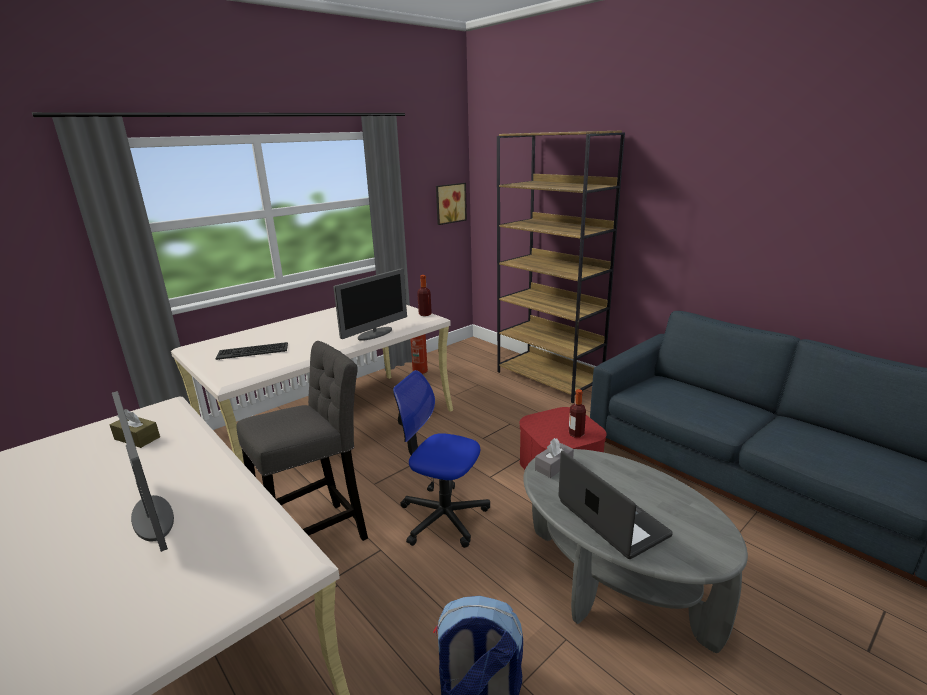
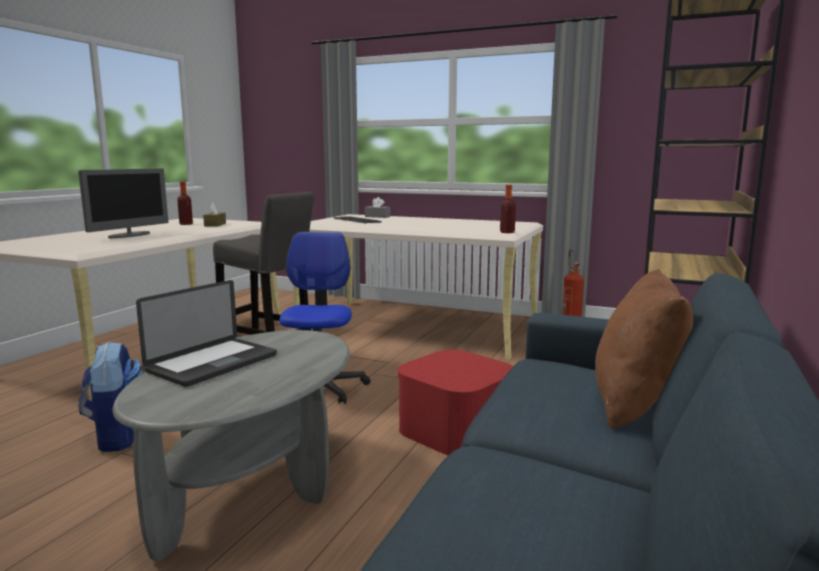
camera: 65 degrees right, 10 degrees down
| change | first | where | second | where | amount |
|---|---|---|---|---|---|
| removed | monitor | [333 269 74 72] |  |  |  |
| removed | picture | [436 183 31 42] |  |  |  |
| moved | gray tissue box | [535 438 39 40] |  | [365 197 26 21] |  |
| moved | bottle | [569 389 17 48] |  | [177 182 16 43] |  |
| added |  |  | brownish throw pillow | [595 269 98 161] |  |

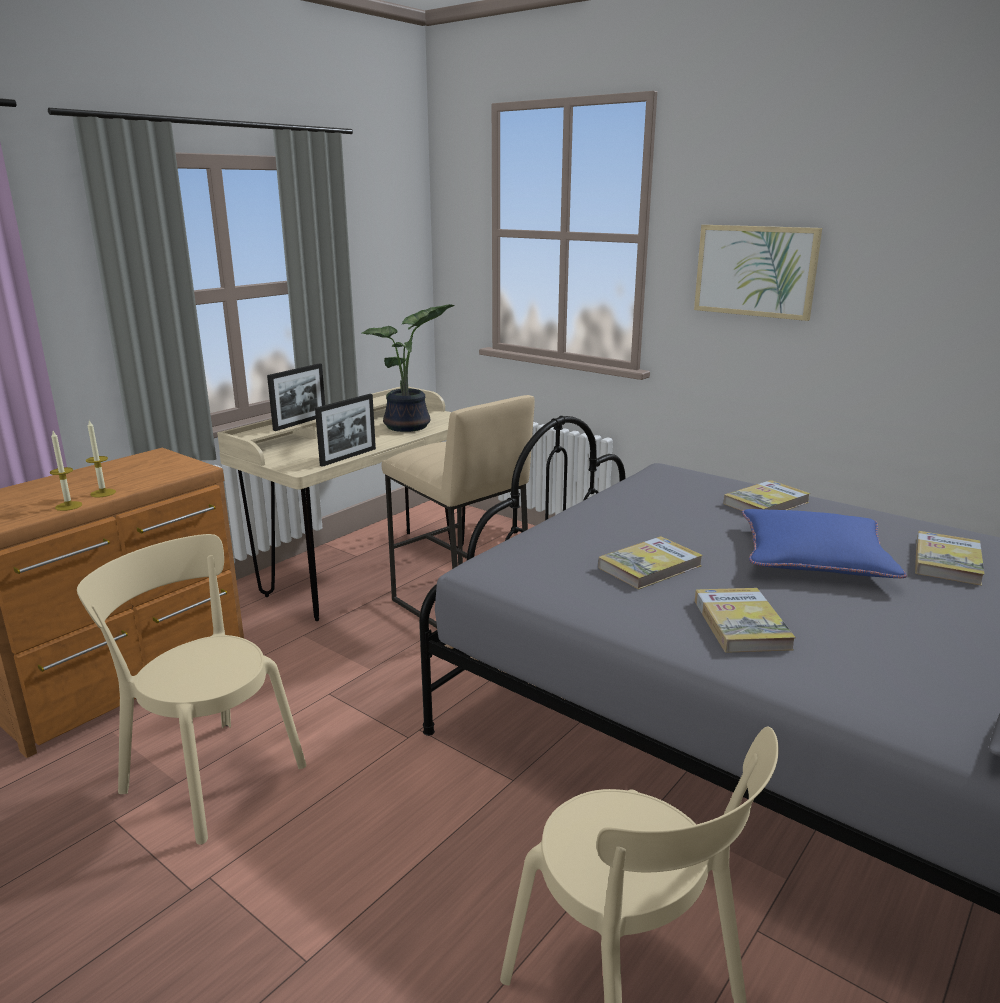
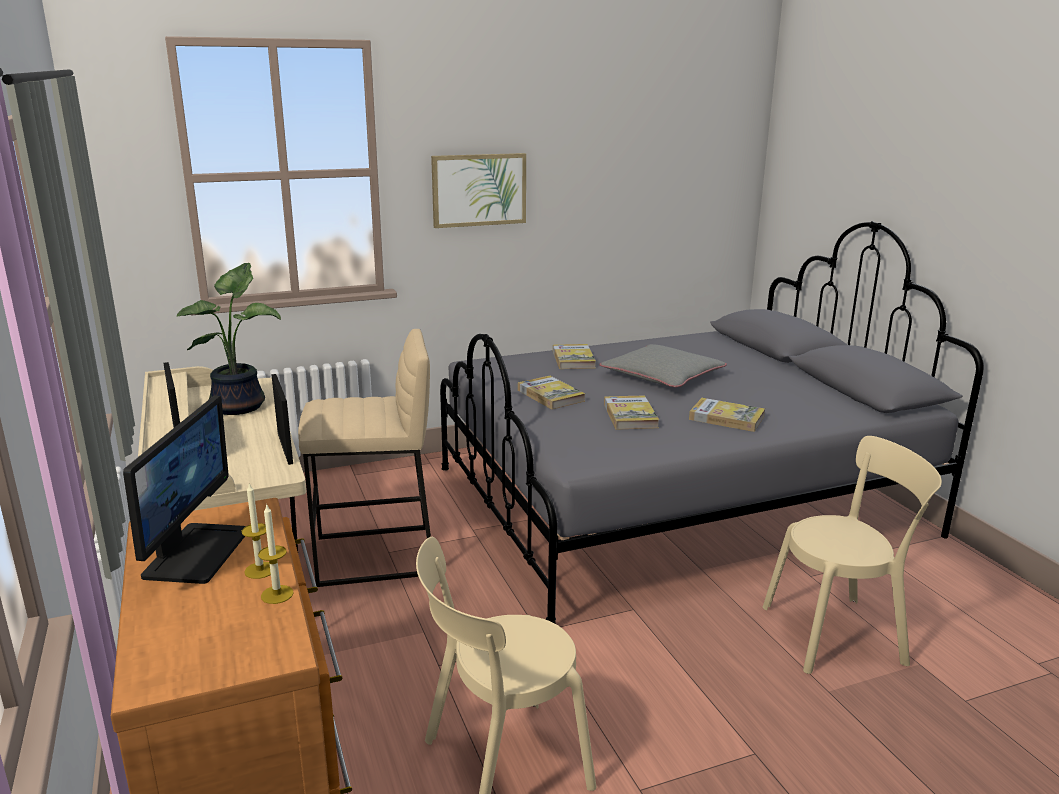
camera: 60 degrees left, 0 degrees up
| change | first | where | second | where | amount |
|---|---|---|---|---|---|
| recoloured | blue throw pillow | [742 509 165 69] | gray throw pillow | [599 344 128 43] |  |
| moved | book | [915 531 70 55] |  | [518 376 67 33] |  |
| added |  |  | monitor | [123 396 123 188] |  |

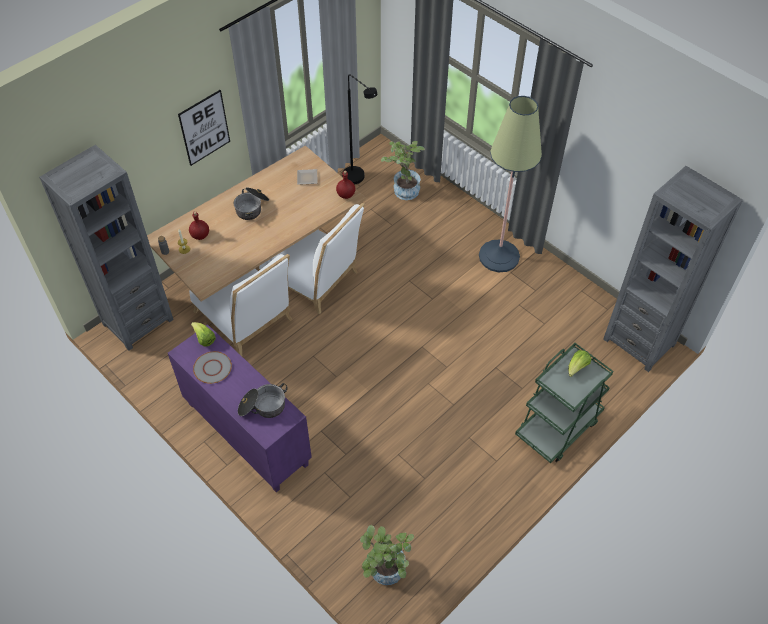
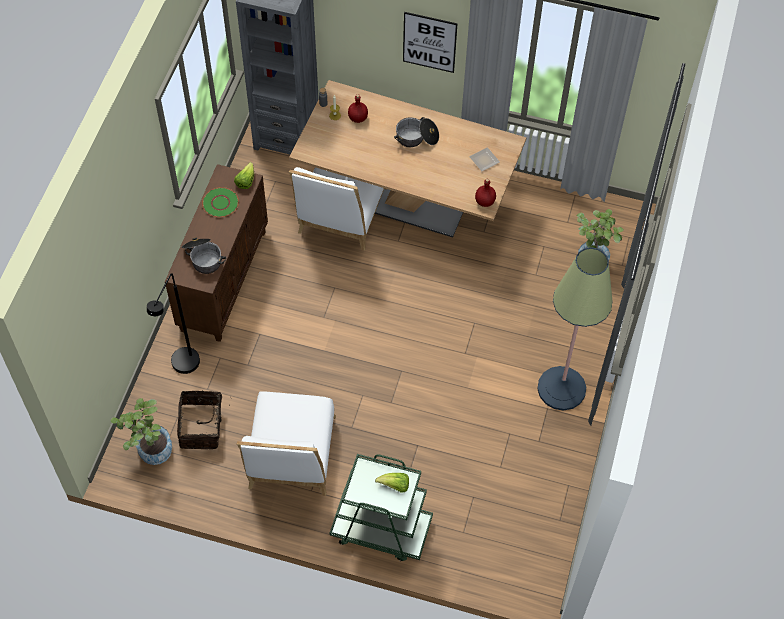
camera: 60 degrees right, 5 degrees up
| change | first | where | second | where | amount |
|---|---|---|---|---|---|
| recoloured | purplish cupboard | [168 324 144 168] | brownish cupboard | [165 164 103 178] |  |
| recoloured | gray flat dish | [193 351 39 33] | greenish flat dish | [202 187 37 30] |  |
| moved | white upright chair | [259 203 106 111] |  | [237 391 99 105] |  |
| moved | blackish standard lamp | [342 74 35 110] |  | [147 273 53 101] |  |
| removed | gray shelving unit | [603 166 140 206] |  |  |  |
| added |  |  | storage basket | [177 390 53 59] |  |

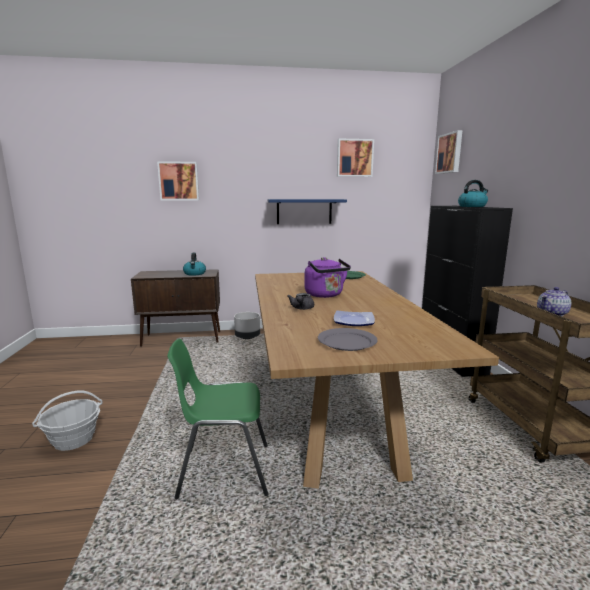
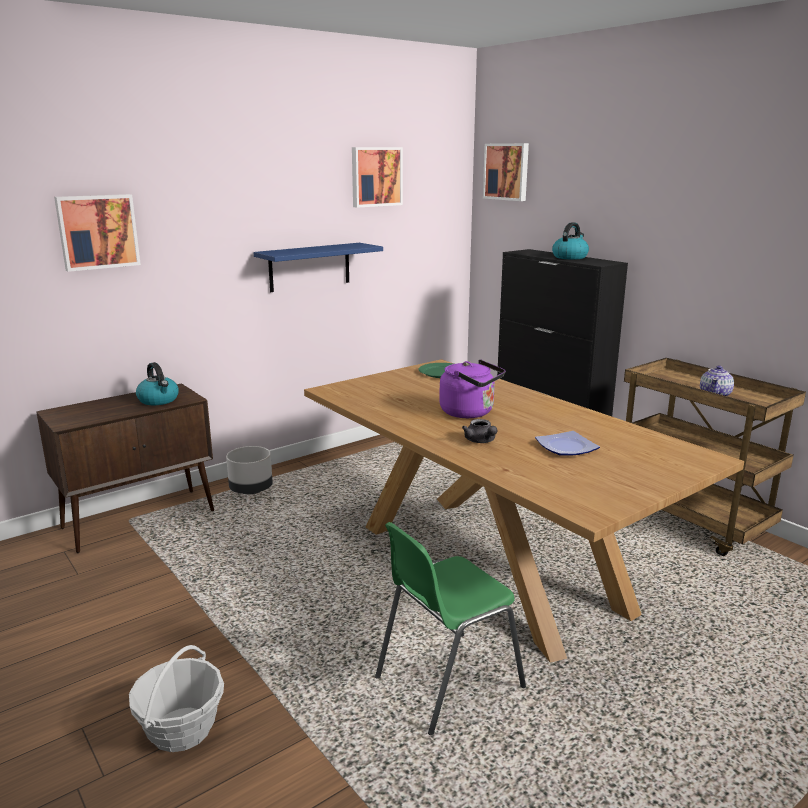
camera: 30 degrees left, 5 degrees up
| change | first | where | second | where | amount |
|---|---|---|---|---|---|
| removed | gray flat dish | [318 328 60 23] |  |  |  |

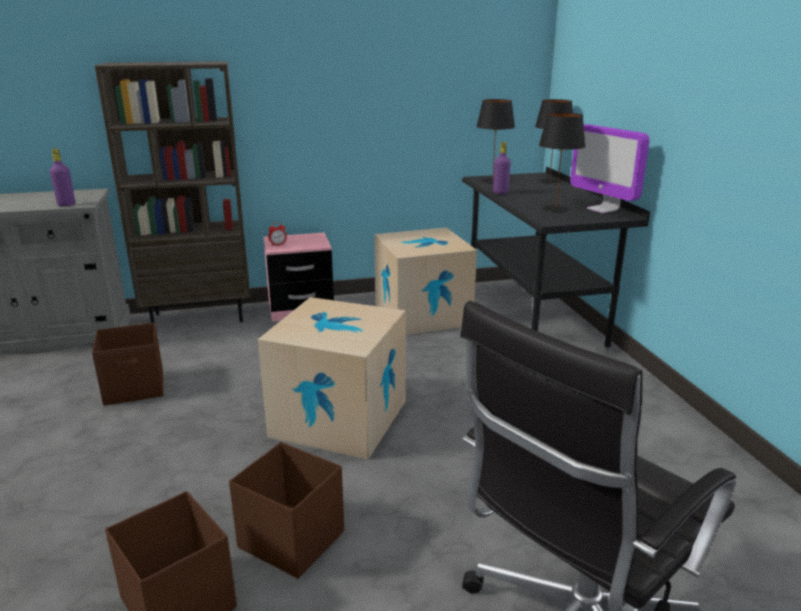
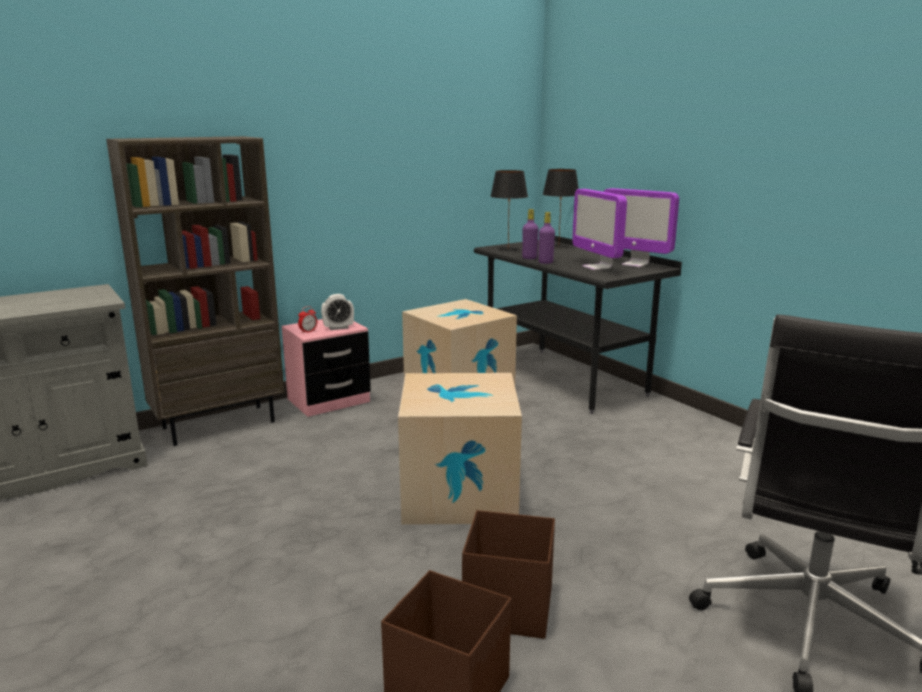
camera: 20 degrees left, 5 degrees down
| change | first | where | second | where | amount |
|---|---|---|---|---|---|
| moved | purplish bottle | [50 149 25 57] |  | [539 212 16 52] |  |
| removed | brownish storage container | [92 322 71 84] |  |  |  |
| replaced | blackish table lamp | [539 113 47 100] | monitor | [572 189 55 81] |  |
| added |  |  | alarm clock | [321 294 33 36] |  |

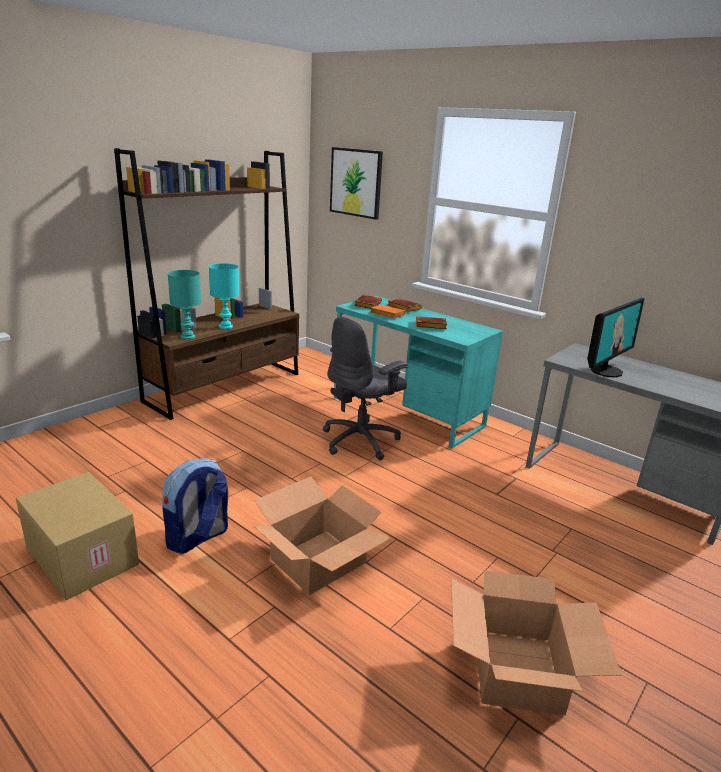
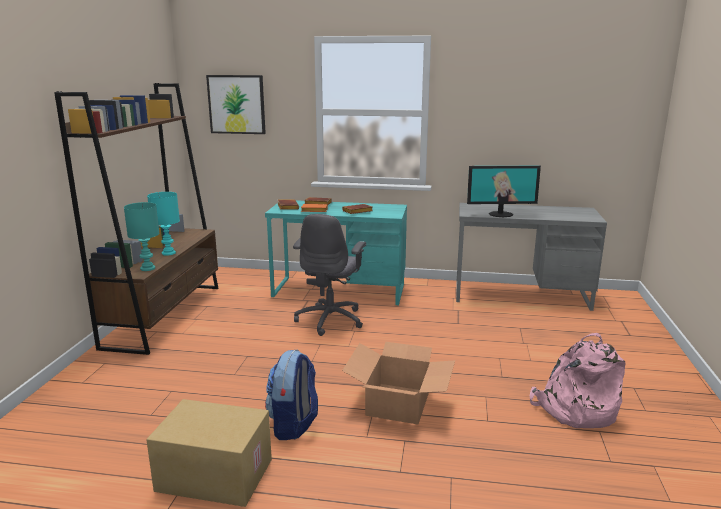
camera: 30 degrees left, 5 degrees down
| change | first | where | second | where | amount |
|---|---|---|---|---|---|
| replaced | cardboard box | [451 570 170 145] | pink rucksack | [530 333 96 95] |  |
| turned | monitor | [587 298 58 80] |  | [467 166 74 51] | 75 degrees clockwise |

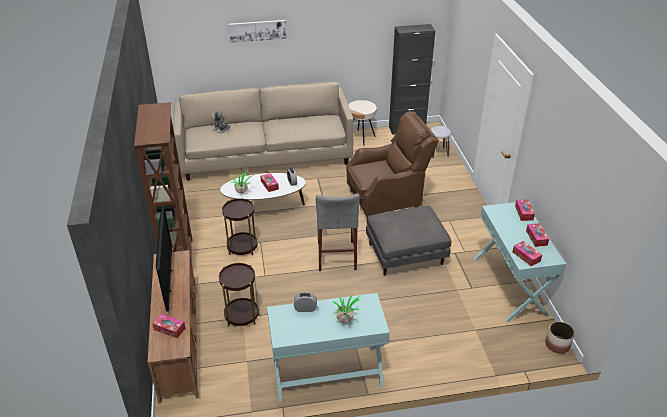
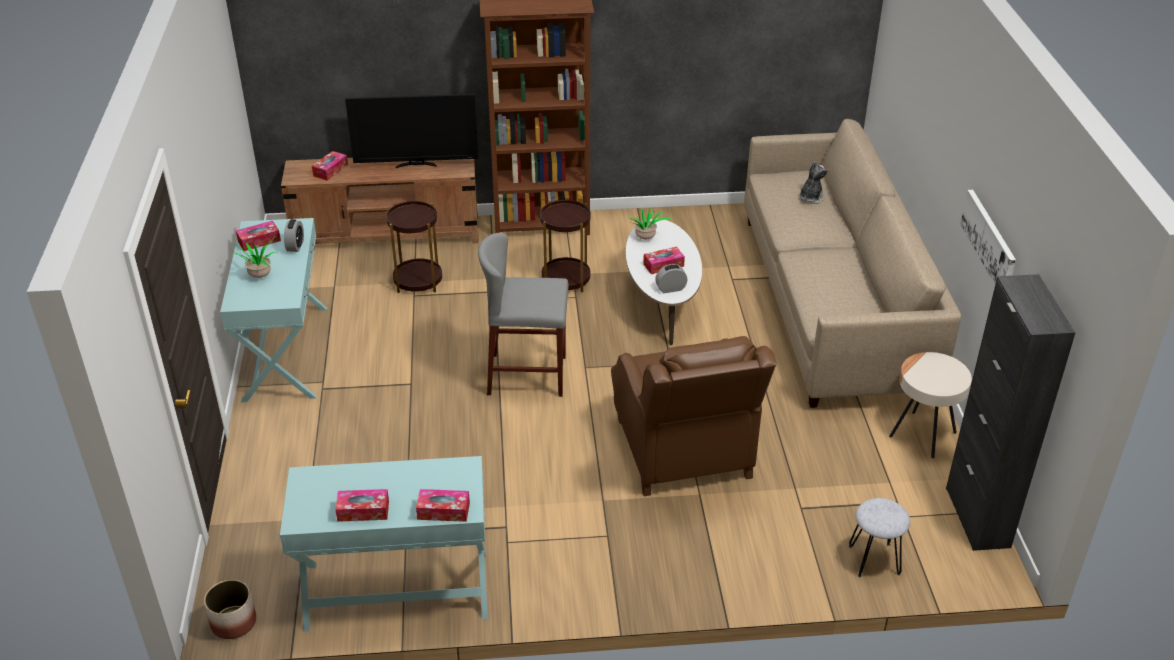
camera: 95 degrees right, 0 degrees up
| change | first | where | second | where | amount |
|---|---|---|---|---|---|
| moved | picture | [229 20 58 23] |  | [960 190 56 94] |  |
| removed | gray footrest | [366 206 85 70] |  |  |  |
| moved | tissue box | [512 241 30 25] |  | [236 221 45 30] |  |

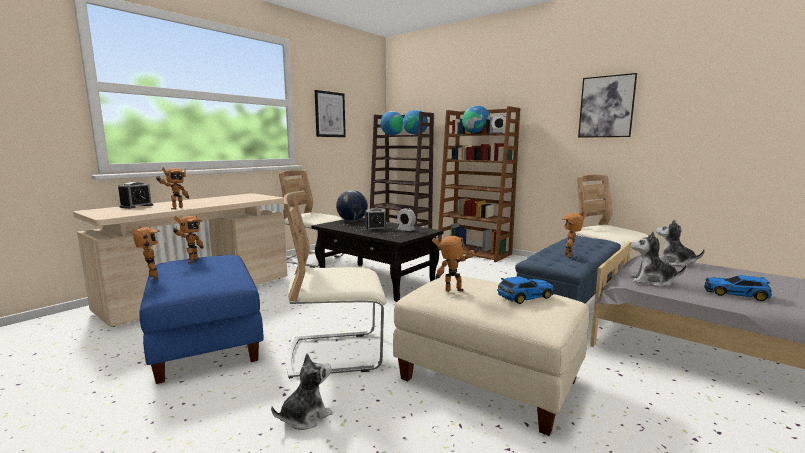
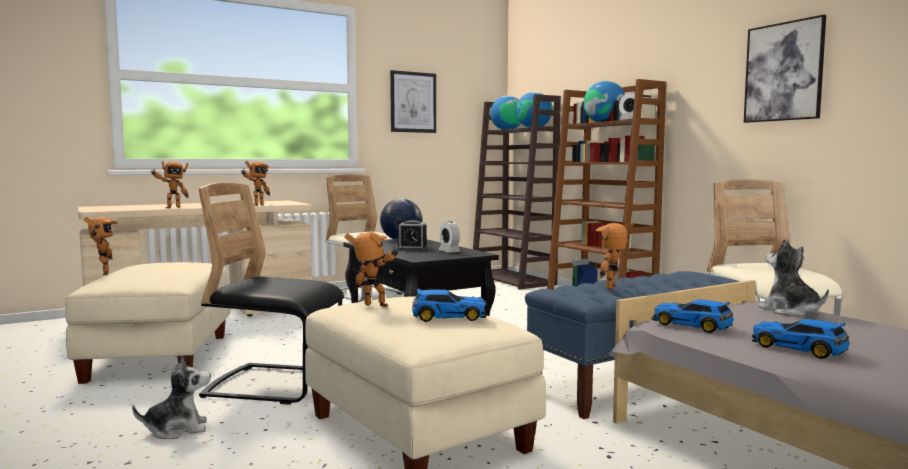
camera: 20 degrees right, 5 degrees down
| change | first | where | second | where | amount |
|---|---|---|---|---|---|
| removed | alarm clock | [118 182 35 27] |  |  |  |
| recoloured | blue footrest | [139 255 125 129] | beige-coloured footrest | [65 262 165 122] |  |
| moved | model robot | [173 215 30 49] |  | [241 161 29 45] |  |
| recoloured | beige-coloured upright chair | [283 194 104 185] | blackish upright chair | [198 183 146 222] |  |
| replaced | plush toy | [630 232 57 55] | toy car | [653 299 81 34] |  |

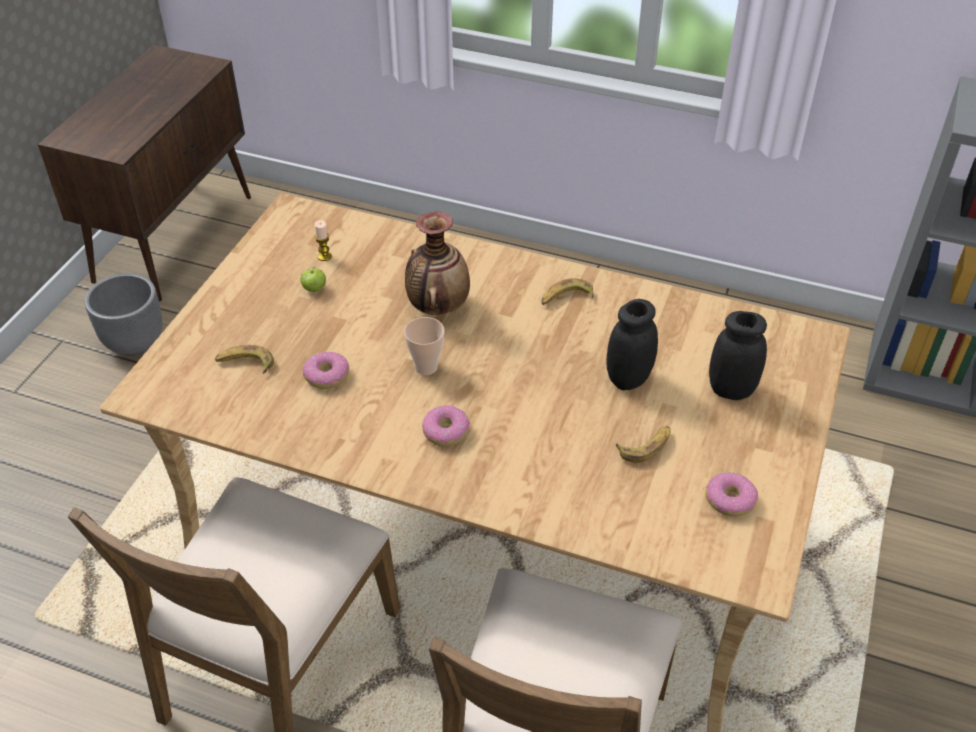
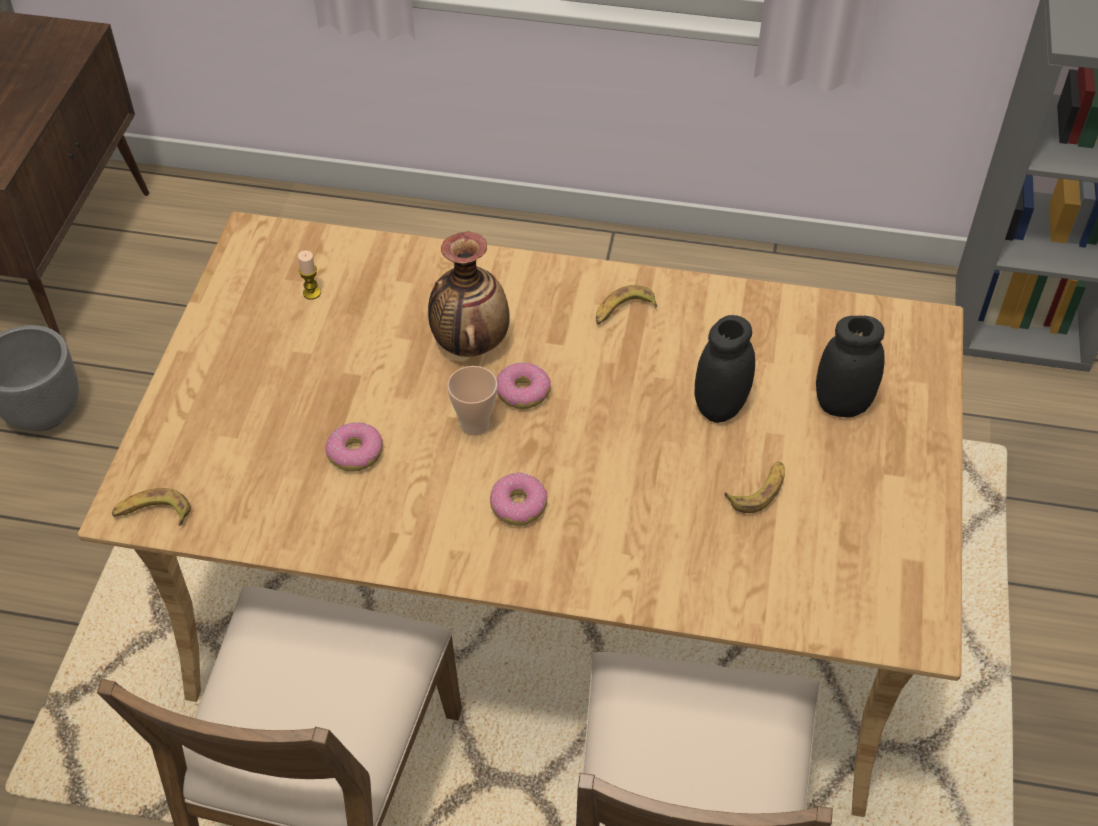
camera: 10 degrees left, 5 degrees up
| change | first | where | second | where | amount |
|---|---|---|---|---|---|
| moved | whole banana | [215 345 59 29] |  | [112 488 79 38] |  |
| removed | apple | [300 266 26 26] |  |  |  |
| moved | ring doughnut | [706 472 52 45] |  | [496 362 55 47] |  |

